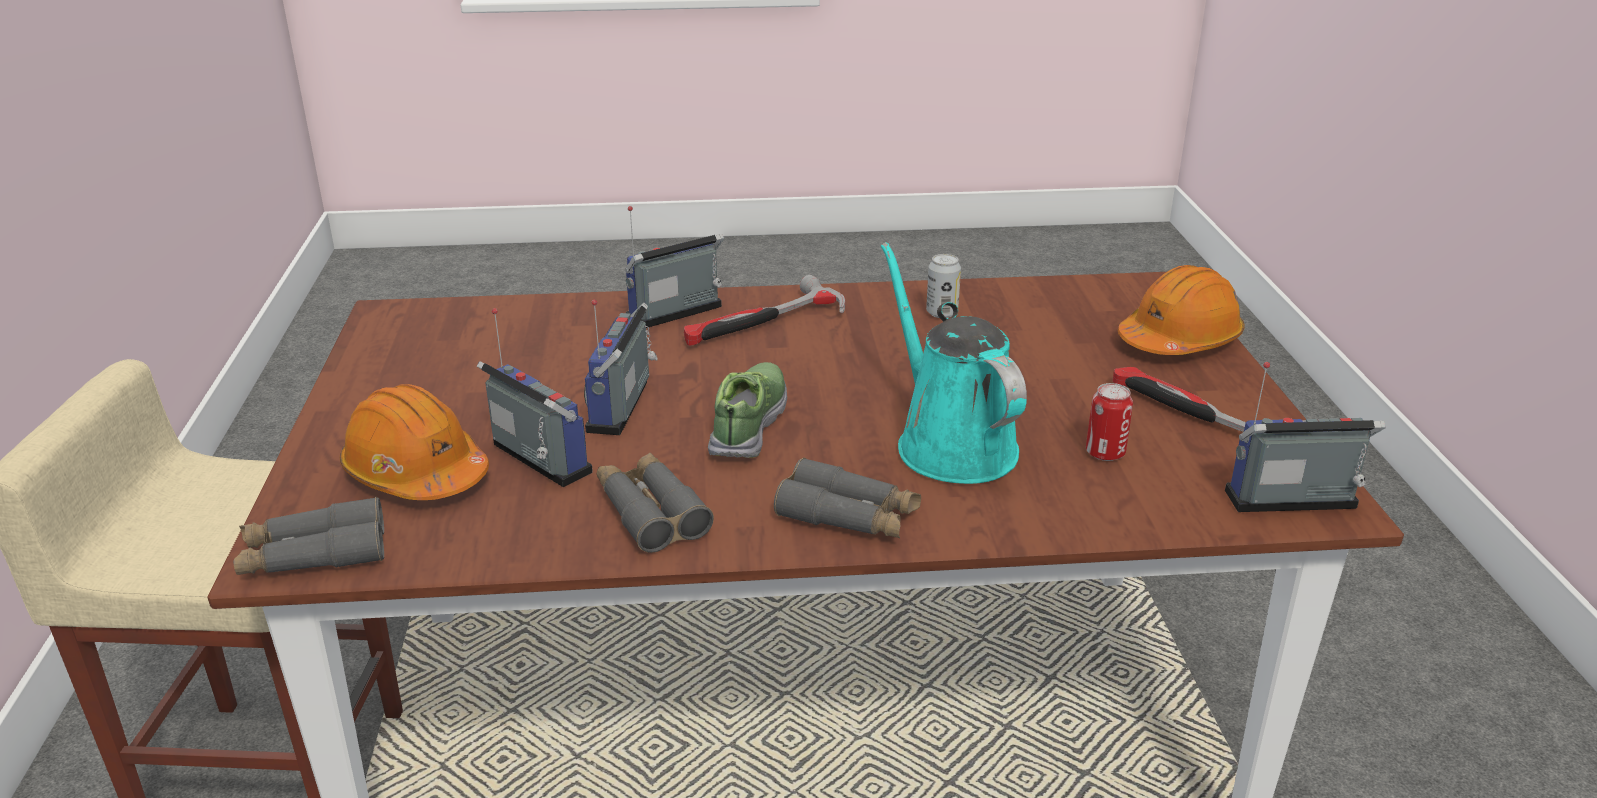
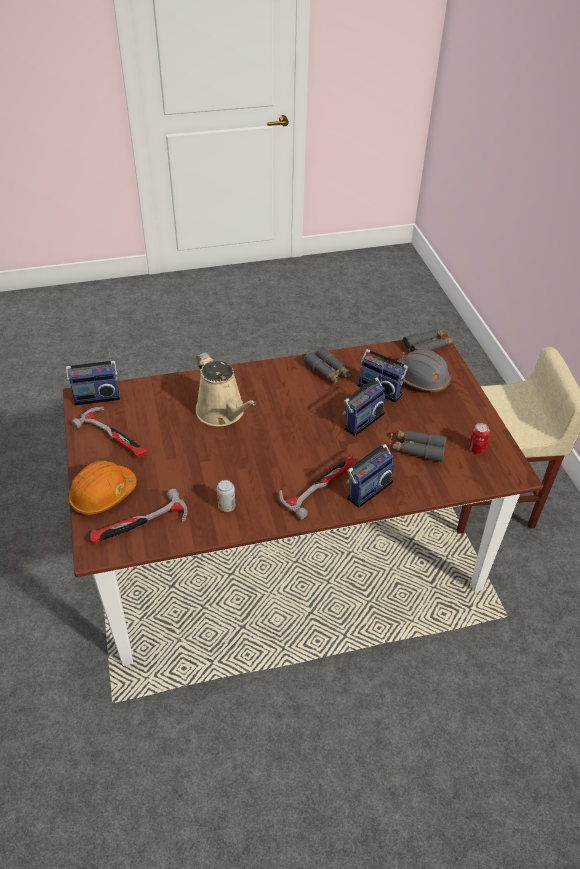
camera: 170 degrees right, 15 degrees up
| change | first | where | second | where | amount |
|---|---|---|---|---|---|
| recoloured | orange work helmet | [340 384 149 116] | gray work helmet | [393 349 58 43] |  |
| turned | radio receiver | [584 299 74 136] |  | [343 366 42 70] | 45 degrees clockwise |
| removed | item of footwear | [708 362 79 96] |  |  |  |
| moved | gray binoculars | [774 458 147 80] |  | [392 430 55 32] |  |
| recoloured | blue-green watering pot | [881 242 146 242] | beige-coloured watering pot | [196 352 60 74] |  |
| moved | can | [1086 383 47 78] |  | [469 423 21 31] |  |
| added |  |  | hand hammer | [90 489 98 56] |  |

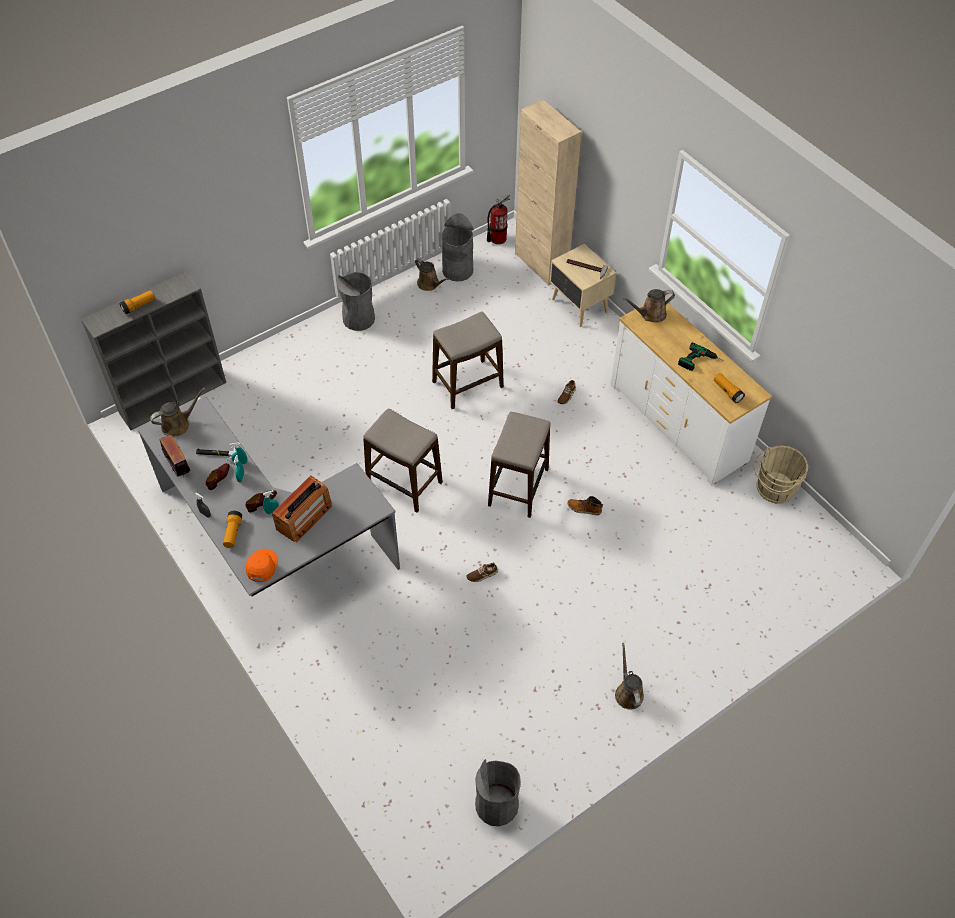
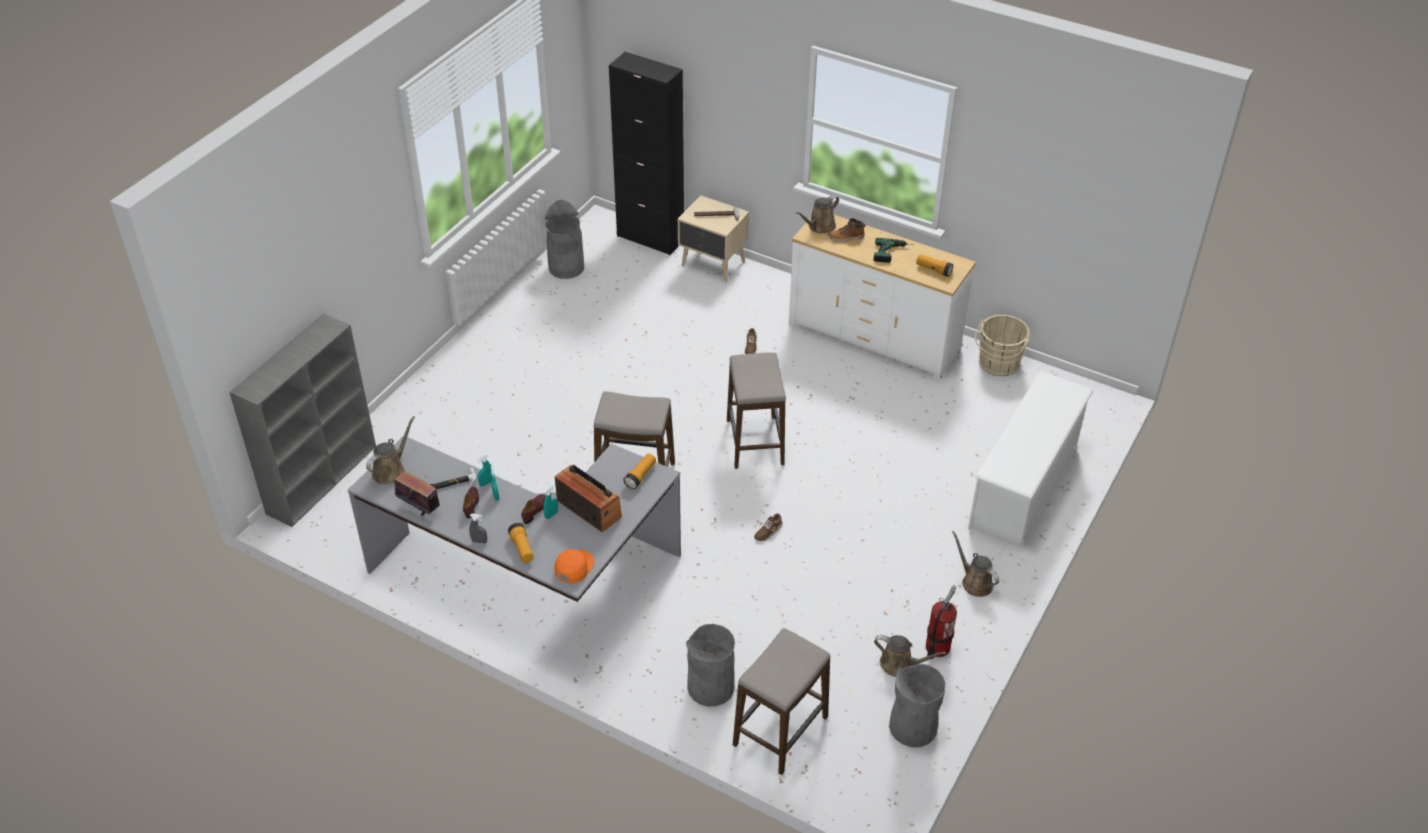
camera: 25 degrees left, 10 degrees down
| change | first | where | second | where | amount |
|---|---|---|---|---|---|
| moved | torch | [119 290 36 25] |  | [623 453 33 36] |  |
| turned | orange baseball cap | [245 549 33 33] |  | [555 549 39 34] | 45 degrees clockwise |
| turned | radio receiver | [272 475 60 67] |  | [555 465 67 67] | 60 degrees counterclockwise |
| moved | gray rubbish bin | [338 272 37 59] |  | [686 624 49 82] |  |
| moved | brownish watering pot | [415 258 34 33] |  | [874 635 72 42] |  |
| moved | stool seat | [432 311 72 98] |  | [733 628 97 147] |  |
| moved | extinguisher | [487 194 23 50] |  | [926 586 31 73] |  |
| recoloured | beige-coloured cupboard | [515 100 67 186] | blackish cupboard | [609 52 75 203] |  |
| moved | boot | [567 496 36 19] |  | [828 218 37 24] |  |
| added |  |  | white shoe rack | [968 371 126 177] |  |

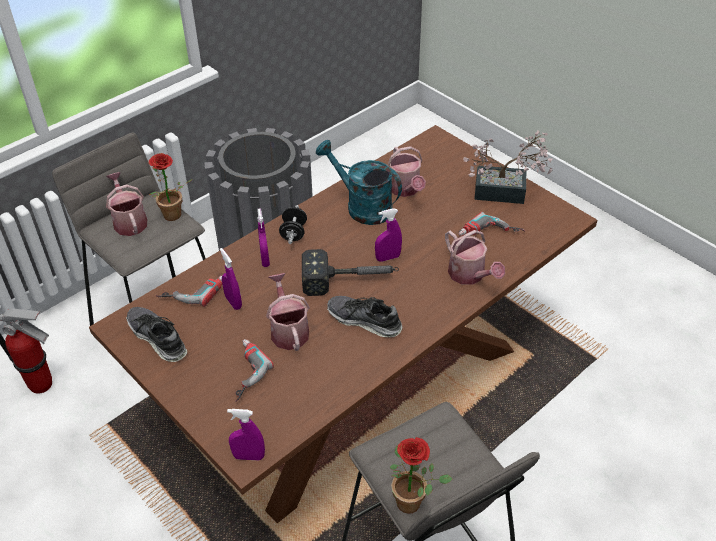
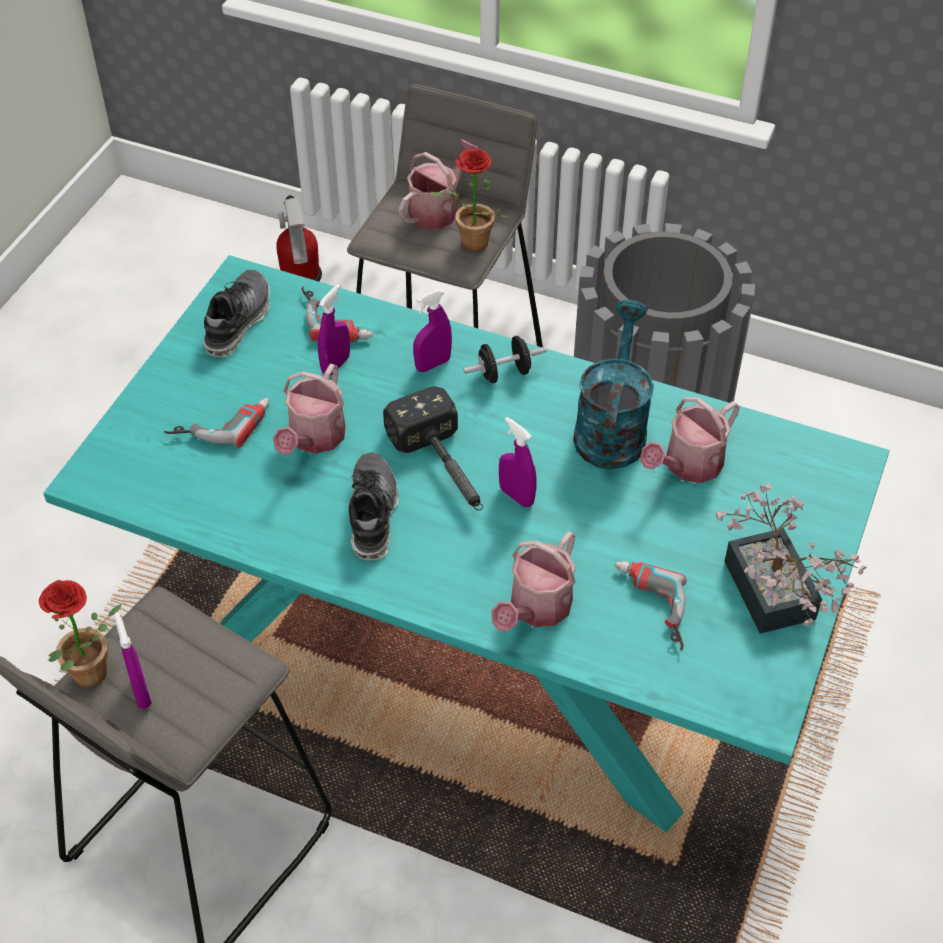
camera: 65 degrees right, 5 degrees up
| change | first | where | second | where | amount |
|---|---|---|---|---|---|
| recoloured | brownish kitchen table | [89 125 508 398] | blue-green kitchen table | [43 255 846 577] |  |
| moved | purplish spray bottle | [227 409 38 52] |  | [115 612 37 97] |  |
| turned | watering pot | [266 273 44 78] |  | [273 364 73 91] | 150 degrees clockwise |

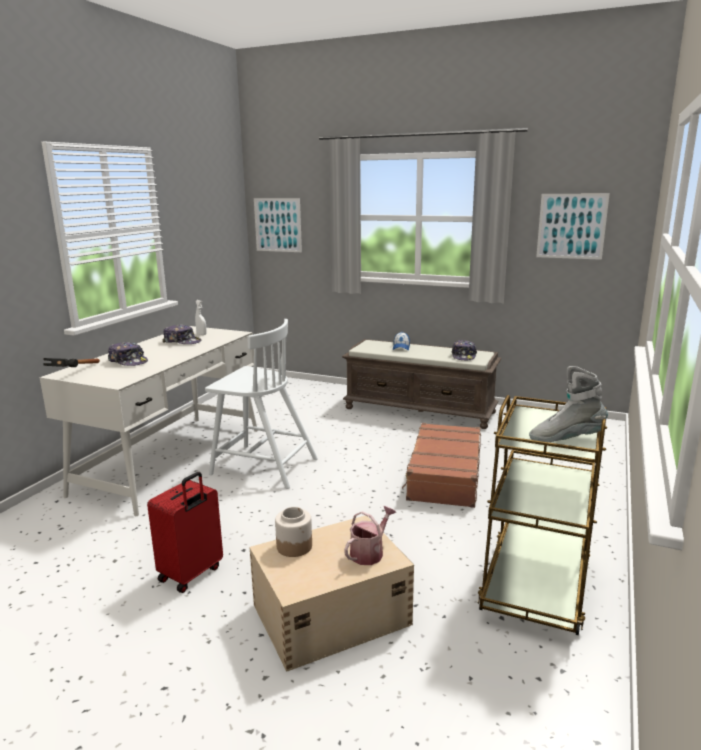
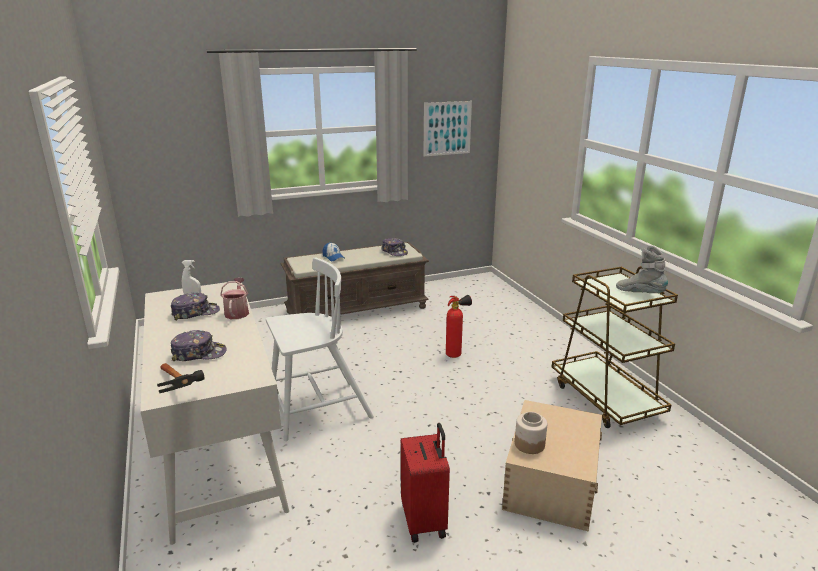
camera: 45 degrees left, 5 degrees up
| change | first | where | second | where | amount |
|---|---|---|---|---|---|
| removed | picture | [254 198 48 54] |  |  |  |
| moved | watering pot | [344 506 52 59] |  | [220 277 29 42] |  |
| replaced | brownish piece of luggage | [402 423 79 85] | extinguisher | [446 295 26 63] |  |
| turned | gray boot | [529 366 79 76] |  | [616 245 52 48] | 90 degrees clockwise |

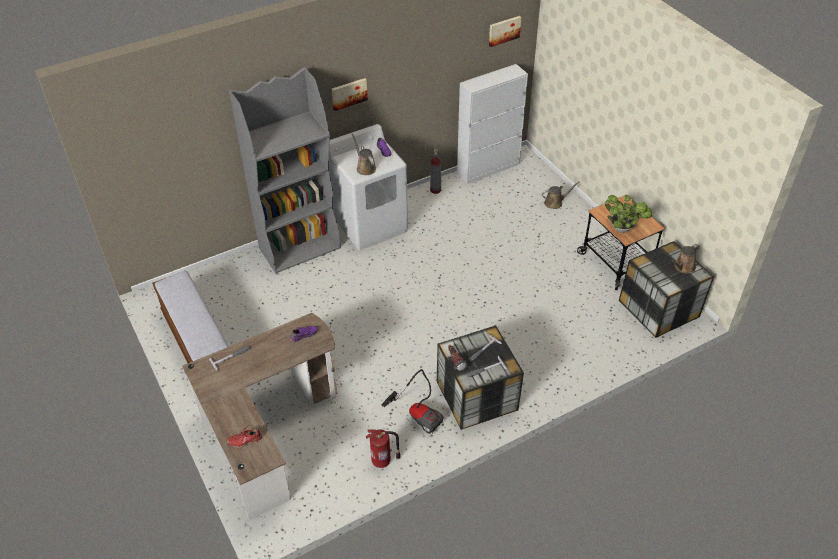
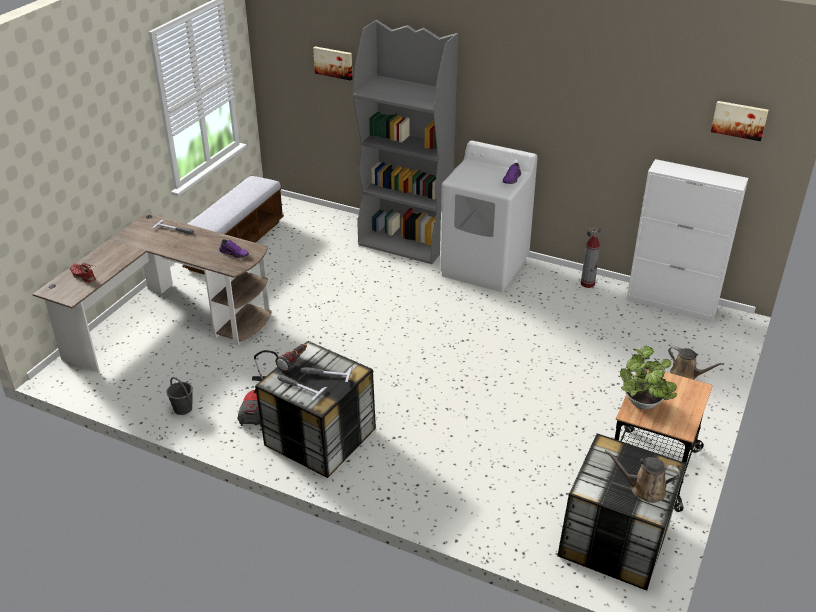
camera: 55 degrees right, 10 degrees down
| change | first | where | second | where | amount |
|---|---|---|---|---|---|
| moved | picture | [331 78 37 33] |  | [313 46 40 35] |  |
| removed | brownish watering pot | [352 134 24 41] |  |  |  |
| replaced | extinguisher | [366 429 35 39] | gray bucket | [166 377 27 38] |  |

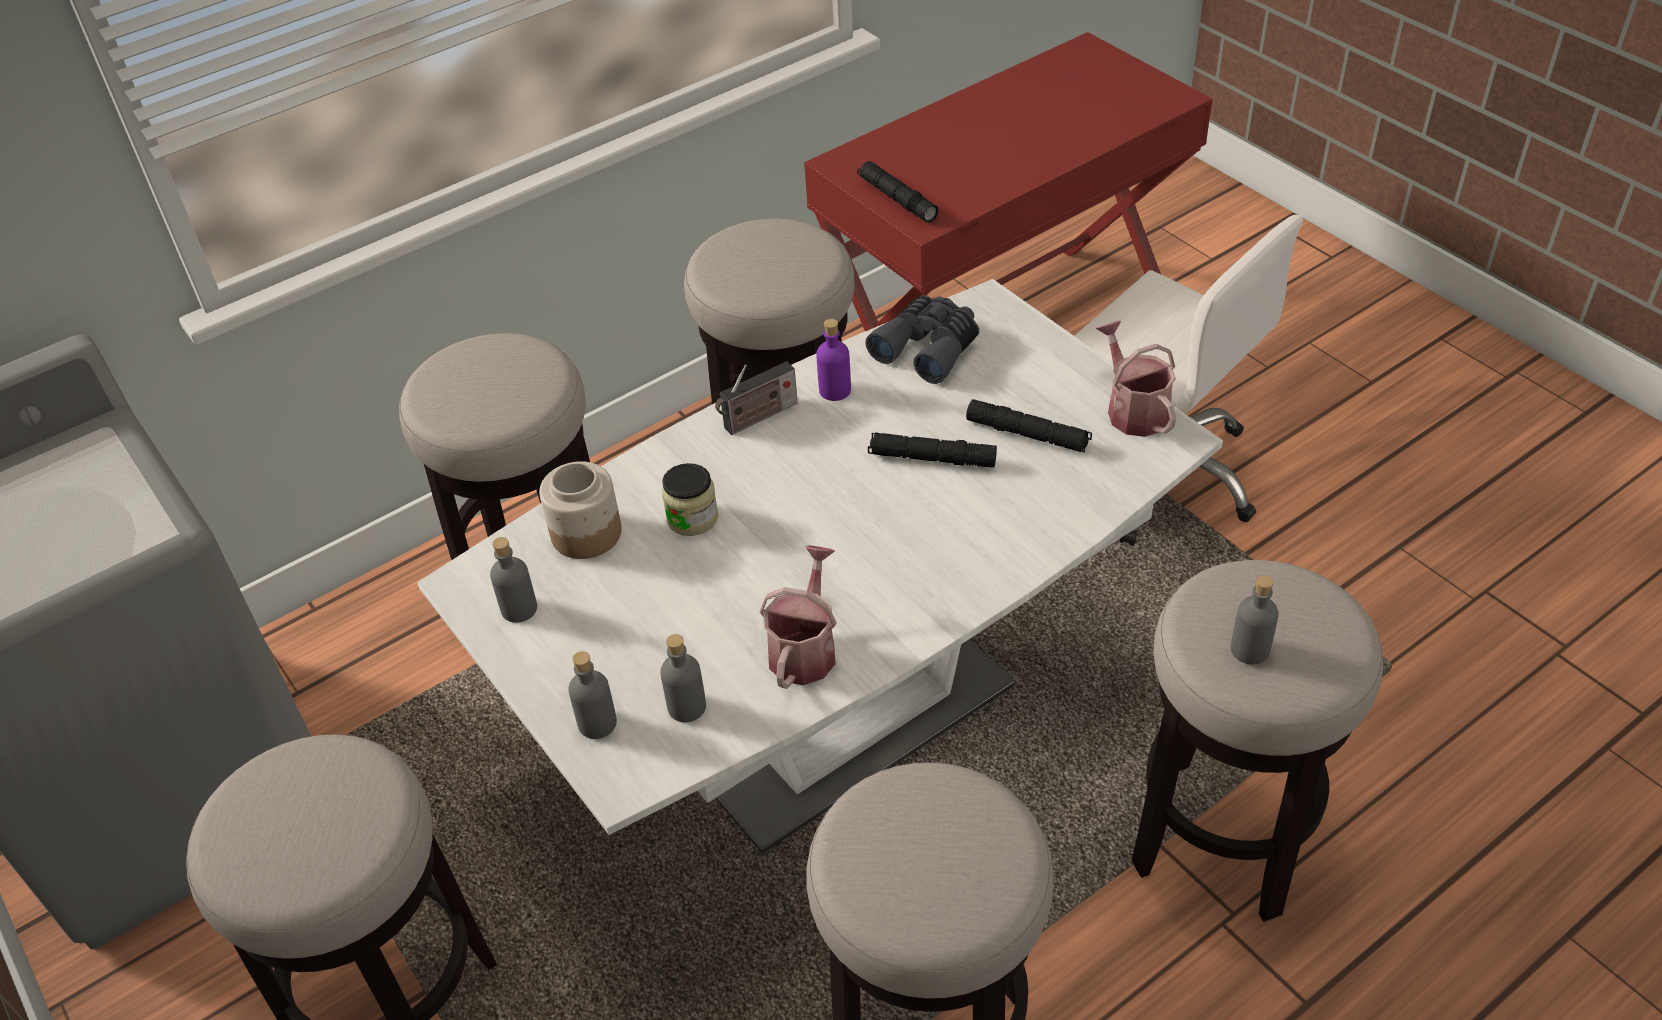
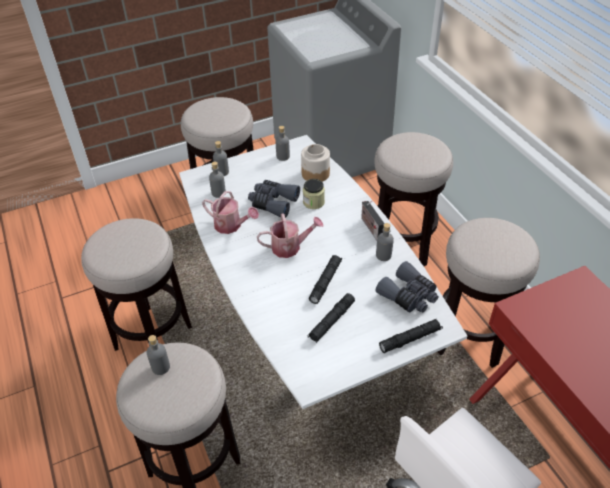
camera: 100 degrees right, 0 degrees up
| change | first | where | second | where | amount |
|---|---|---|---|---|---|
| recoloured | purplish bottle | [816 319 35 82] | gray bottle | [376 223 18 38] |  |
| moved | blackish torch | [857 161 82 62] |  | [379 319 64 34] |  |
| moved | watering pot | [1096 320 80 117] |  | [257 214 67 44] |  |
| added |  |  | gray binoculars | [248 180 52 38] |  |

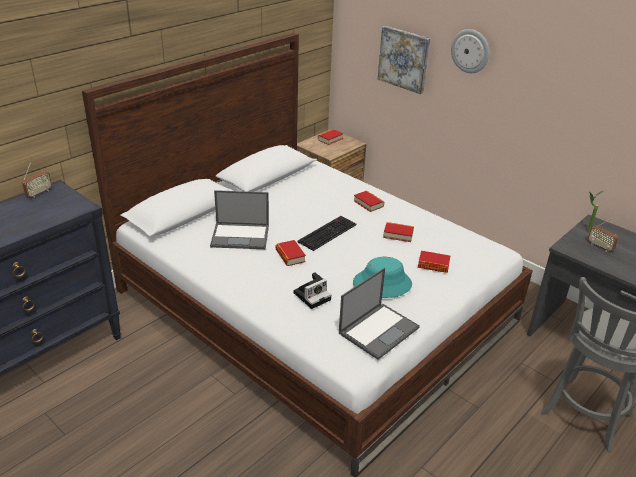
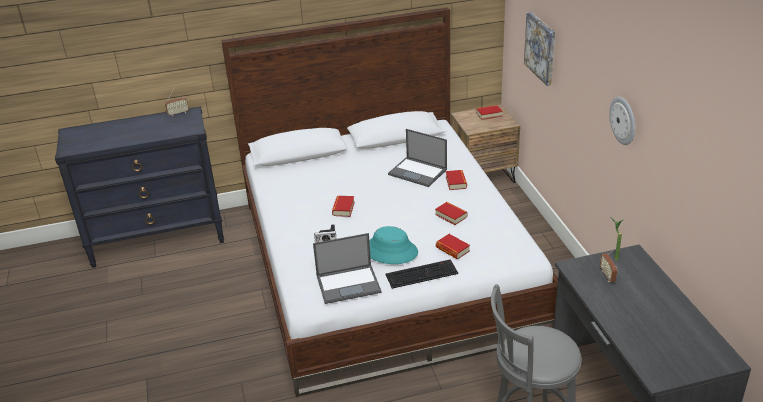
camera: 35 degrees right, 0 degrees up
| change | first | where | second | where | amount |
|---|---|---|---|---|---|
| moved | notebook computer | [210 190 59 59] |  | [388 129 59 58] |  |
| moved | PC keyboard | [297 216 60 35] |  | [386 259 72 30] |  |
| moved | clock on the wall | [451 29 38 44] |  | [609 97 26 48] |  |

